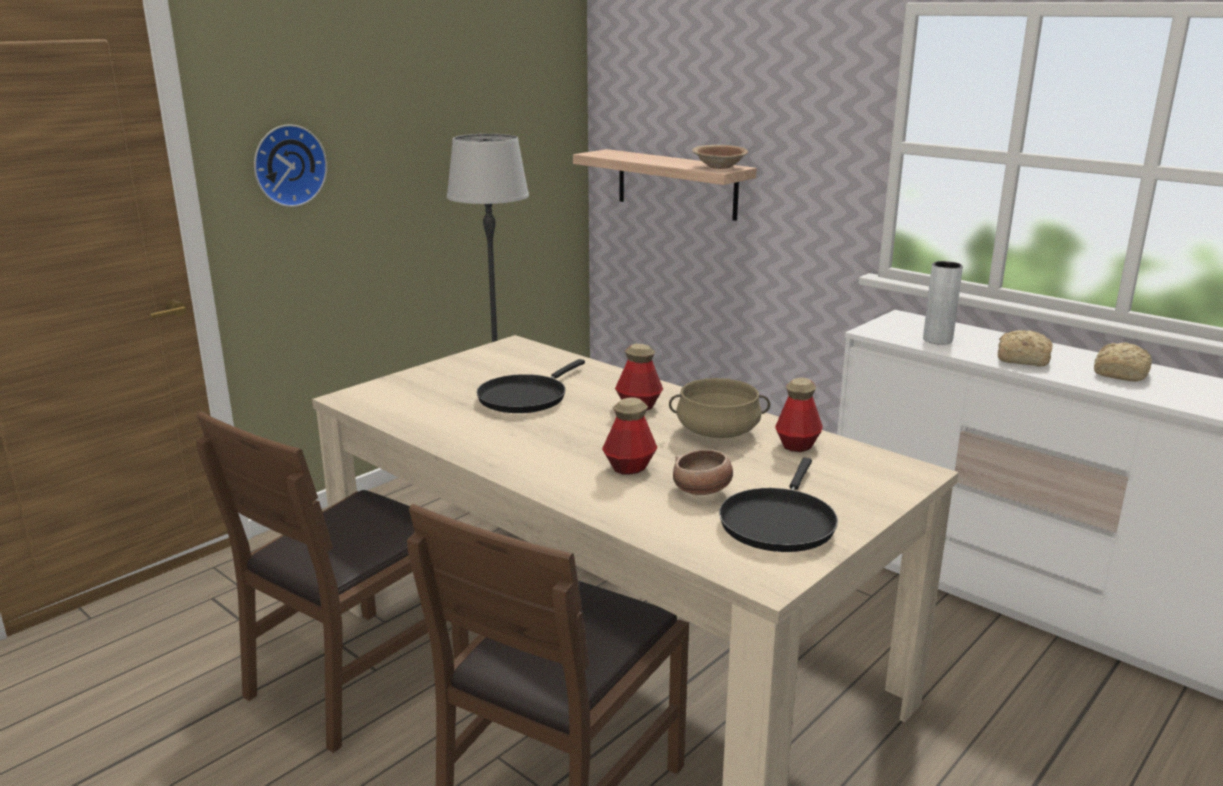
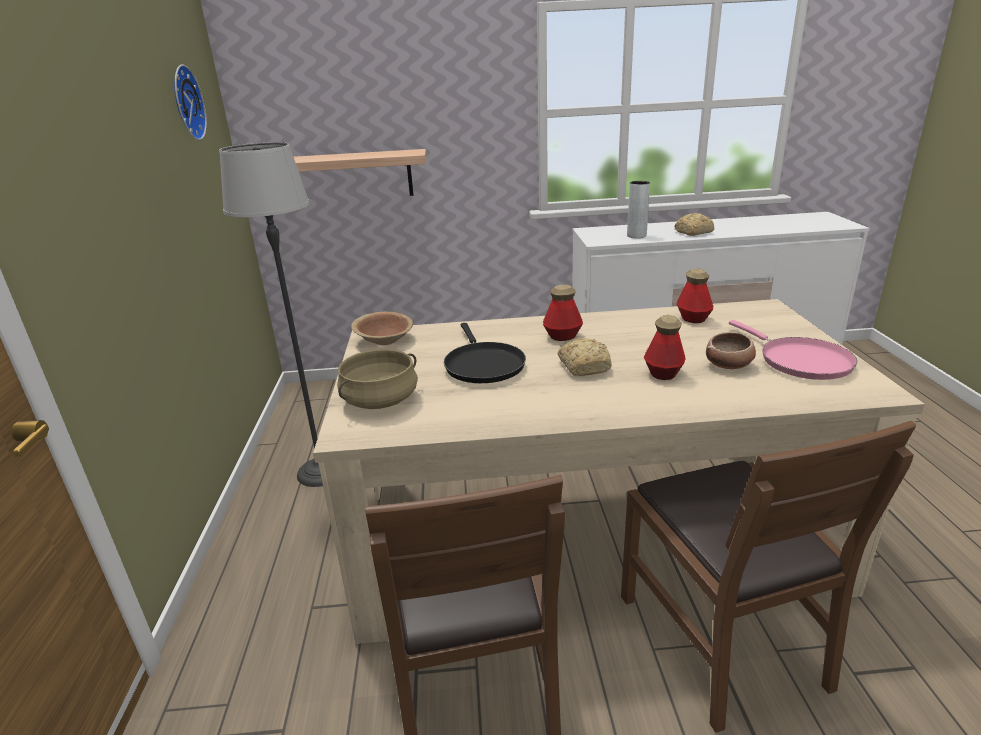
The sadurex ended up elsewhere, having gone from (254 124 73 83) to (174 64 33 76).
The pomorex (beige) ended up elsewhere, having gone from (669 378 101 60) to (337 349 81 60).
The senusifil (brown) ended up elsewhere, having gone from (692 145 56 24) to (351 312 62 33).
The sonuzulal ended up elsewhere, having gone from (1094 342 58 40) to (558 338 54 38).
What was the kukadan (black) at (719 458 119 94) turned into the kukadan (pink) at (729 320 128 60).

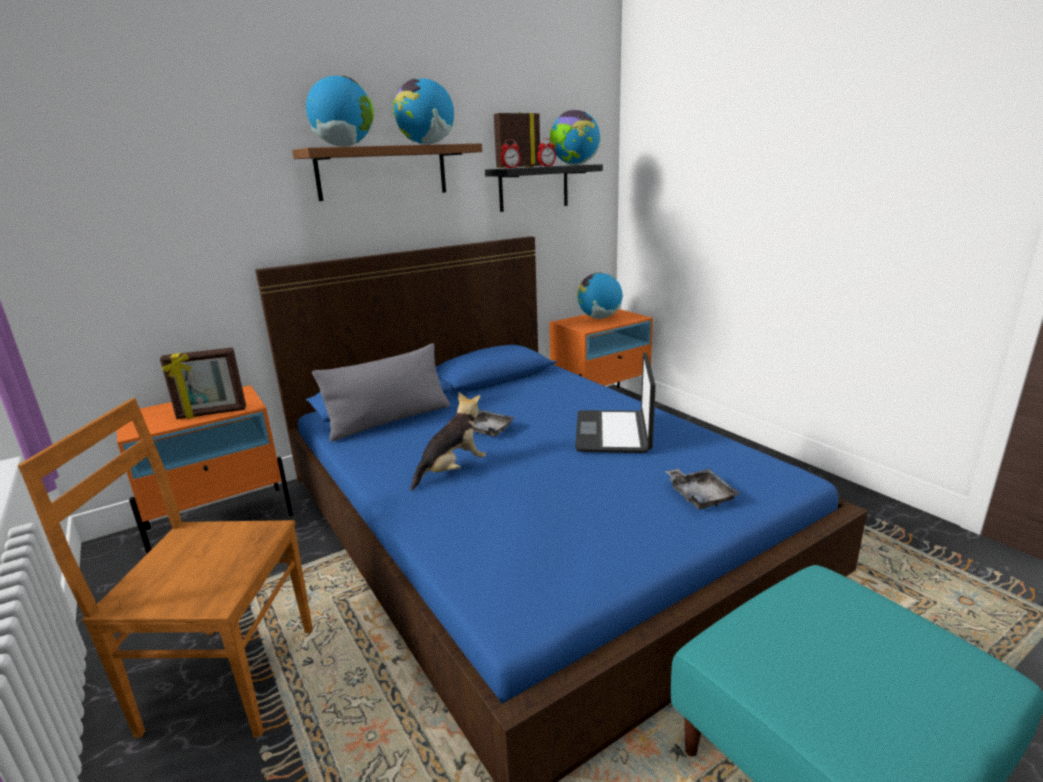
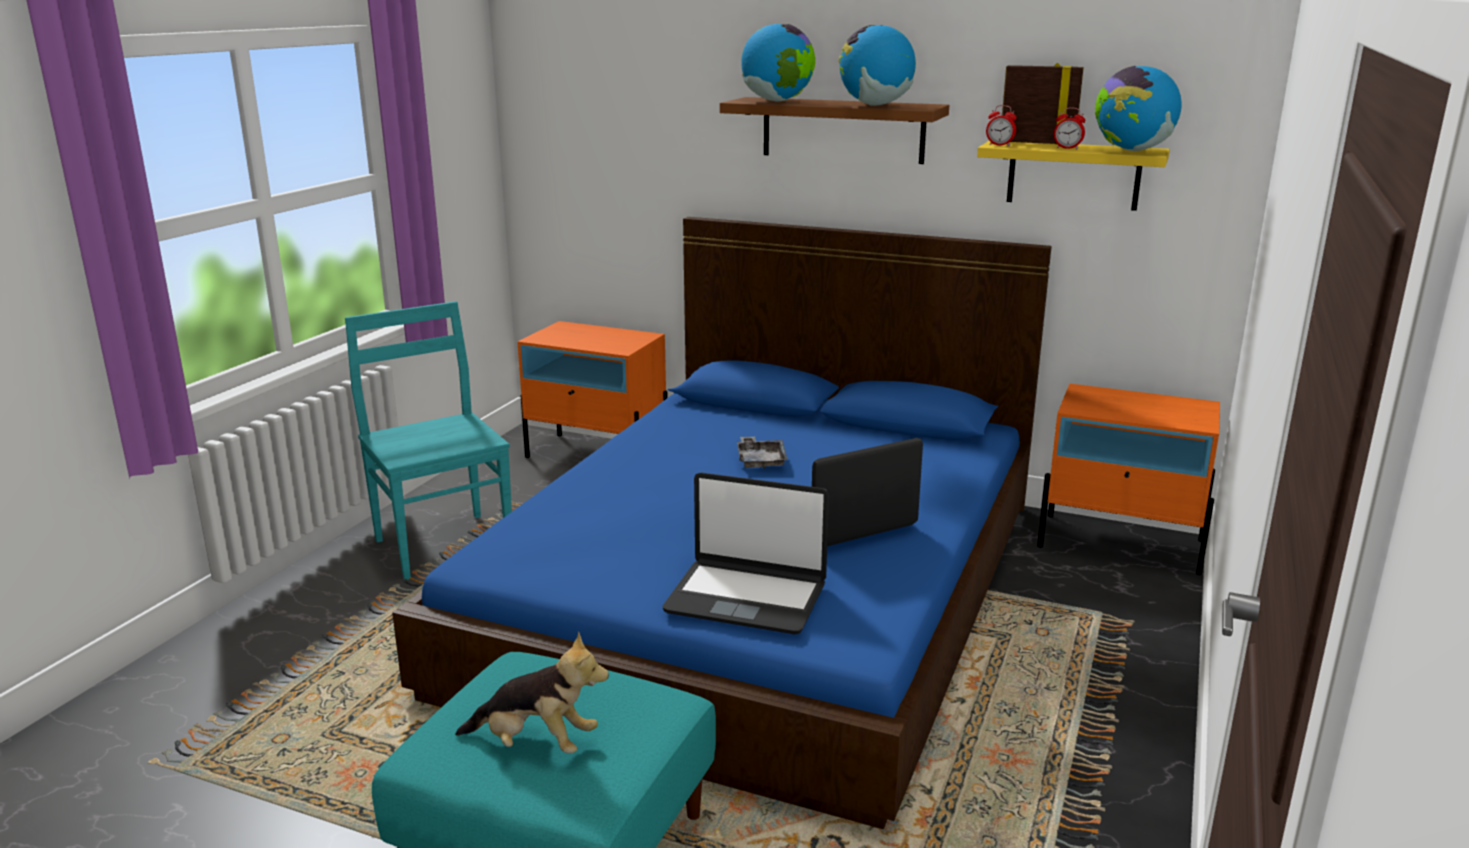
What was the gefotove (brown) at (18 398 295 340) turned into the gefotove (turquoise) at (345 301 167 279).
The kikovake ended up elsewhere, having gone from (410 392 76 99) to (455 632 154 122).
Where the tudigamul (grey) stood at (665 469 75 40), the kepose came to stand at (663 473 166 161).
What was the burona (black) at (485 164 118 48) turned into the burona (yellow) at (977 141 193 70).
The second view lost the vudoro at (160 347 86 72).
The second view lost the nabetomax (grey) at (312 343 138 99).
The second view lost the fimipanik at (577 272 46 47).

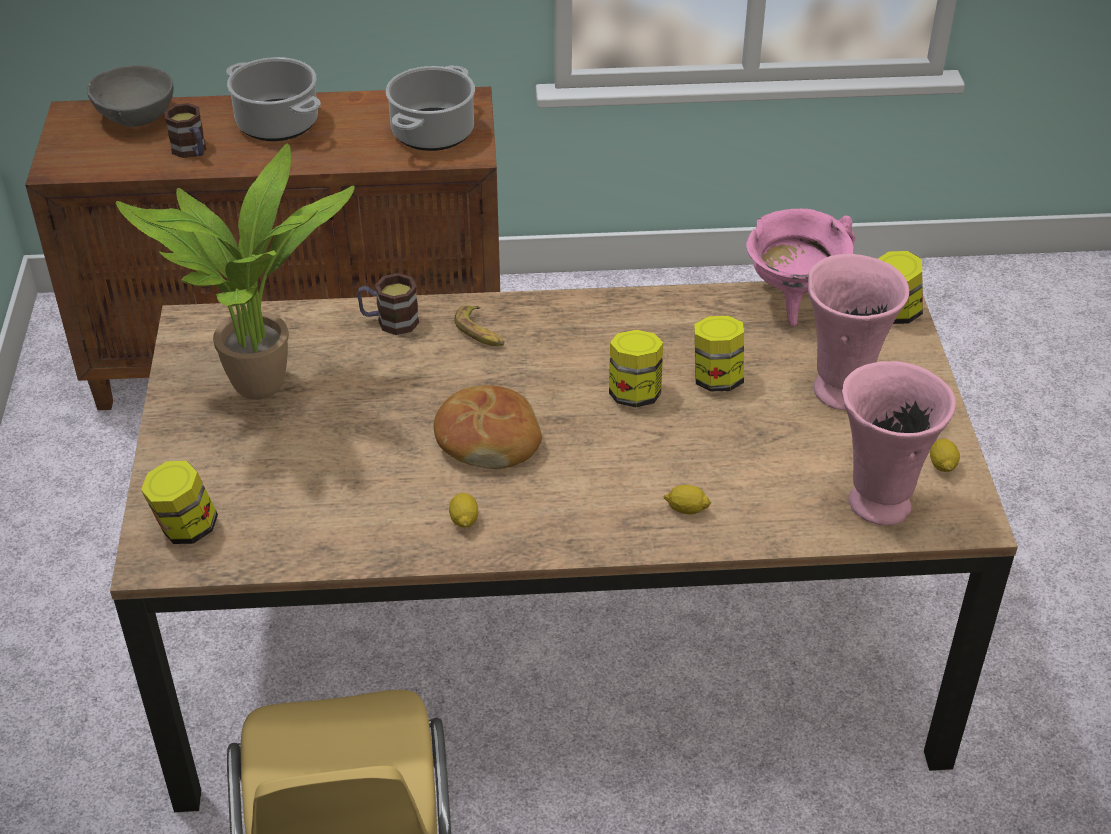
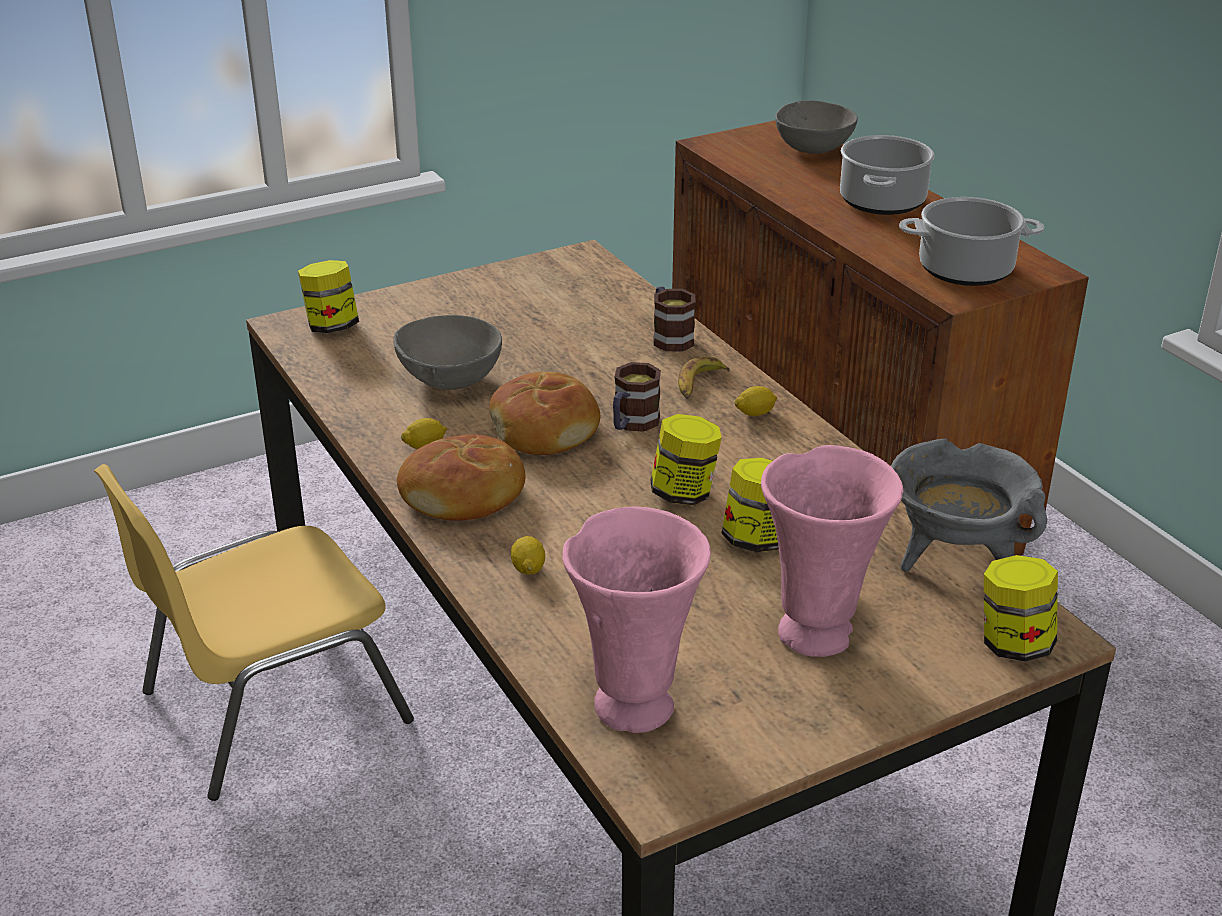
The second view gained the senusifil (grey) at (393 315 109 75).
The second view gained the sonuzulal at (397 434 128 87).
The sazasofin ended up elsewhere, having gone from (164 103 42 55) to (613 362 48 70).
The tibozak ended up elsewhere, having gone from (930 439 30 33) to (735 386 42 30).
What was the pomorex (pink) at (746 209 109 117) turned into the pomorex (grey) at (891 439 156 133).
The second view lost the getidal at (116 143 239 257).

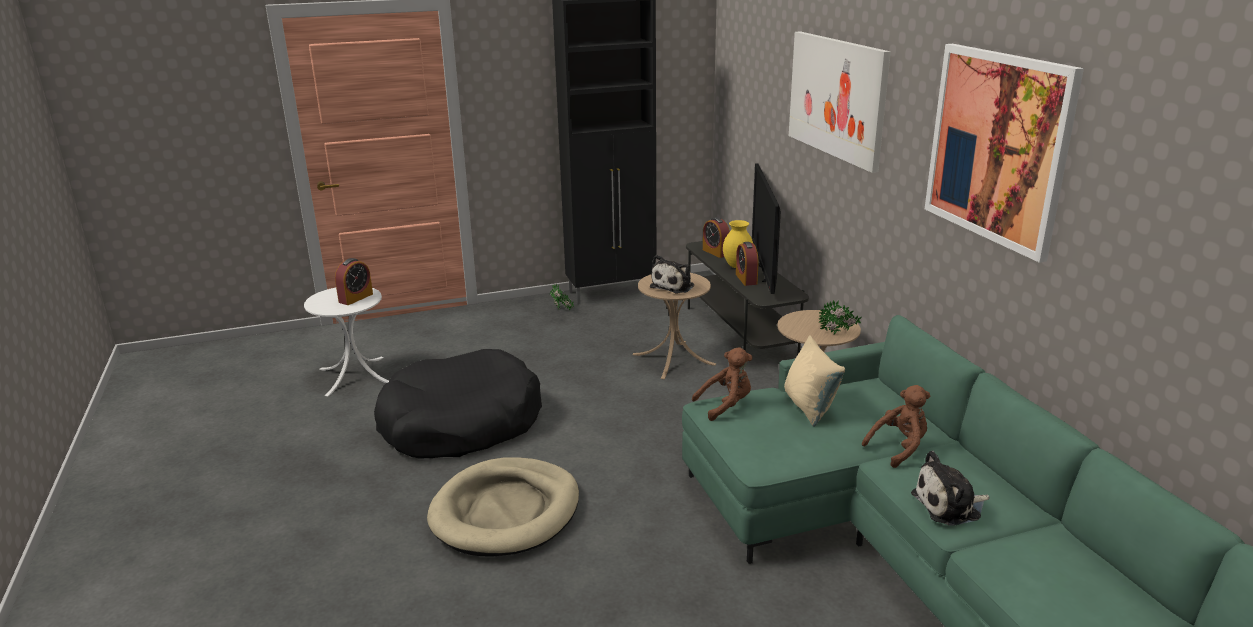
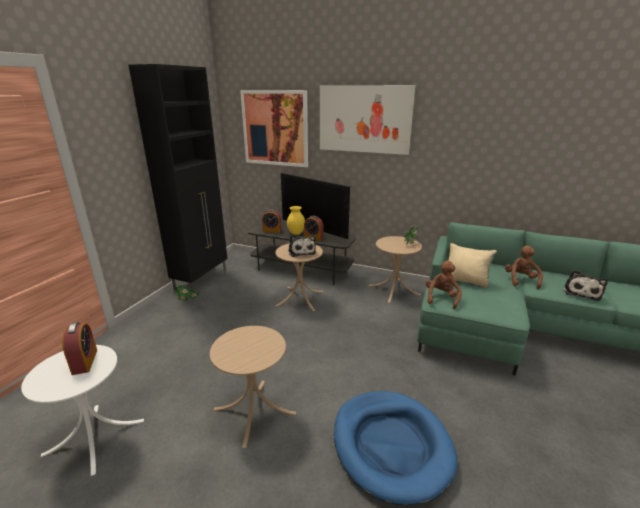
Where the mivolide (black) stood at (374 349 168 109), the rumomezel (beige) came to stand at (210 326 86 122).
The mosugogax ended up elsewhere, having gone from (925 44 159 219) to (240 90 68 77).
What was the mivolide (beige) at (427 457 152 99) turned into the mivolide (blue) at (334 391 124 114).

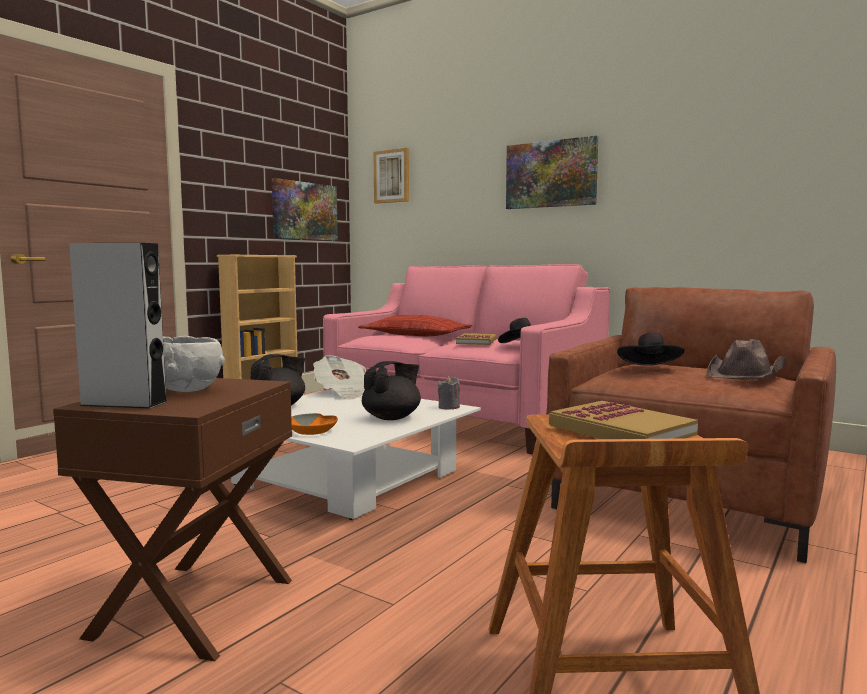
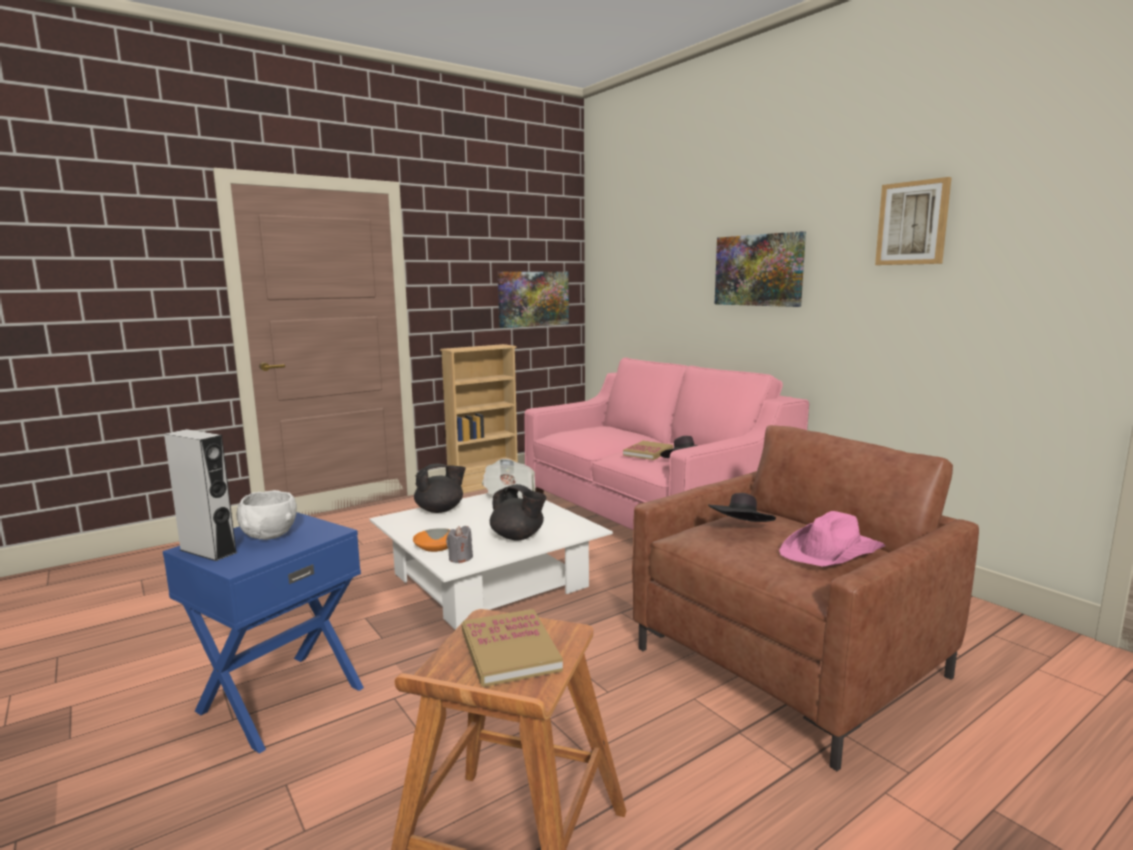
What was the rumomezel (brown) at (53 378 239 283) turned into the rumomezel (blue) at (163 512 201 242).
The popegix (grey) ended up elsewhere, having gone from (438 376 22 34) to (446 526 27 37).
The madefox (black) at (362 361 59 59) ended up facing another way, 60 degrees clockwise from before.
What was the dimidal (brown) at (706 339 81 41) turned into the dimidal (pink) at (779 511 106 56).
The mosugogax ended up elsewhere, having gone from (373 148 36 55) to (875 177 77 88).
The second view lost the nabetomax at (358 315 114 21).

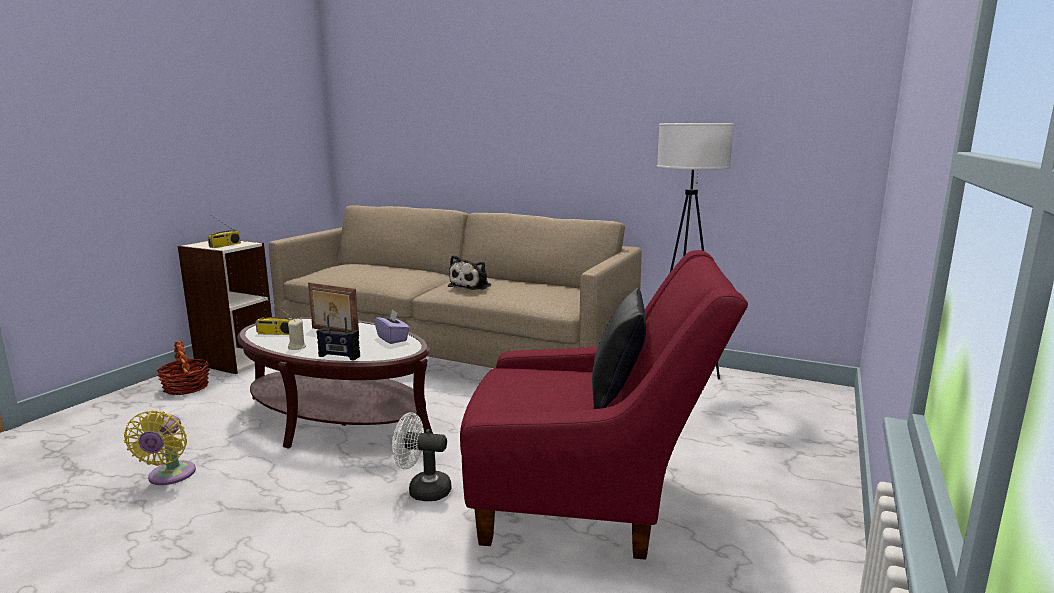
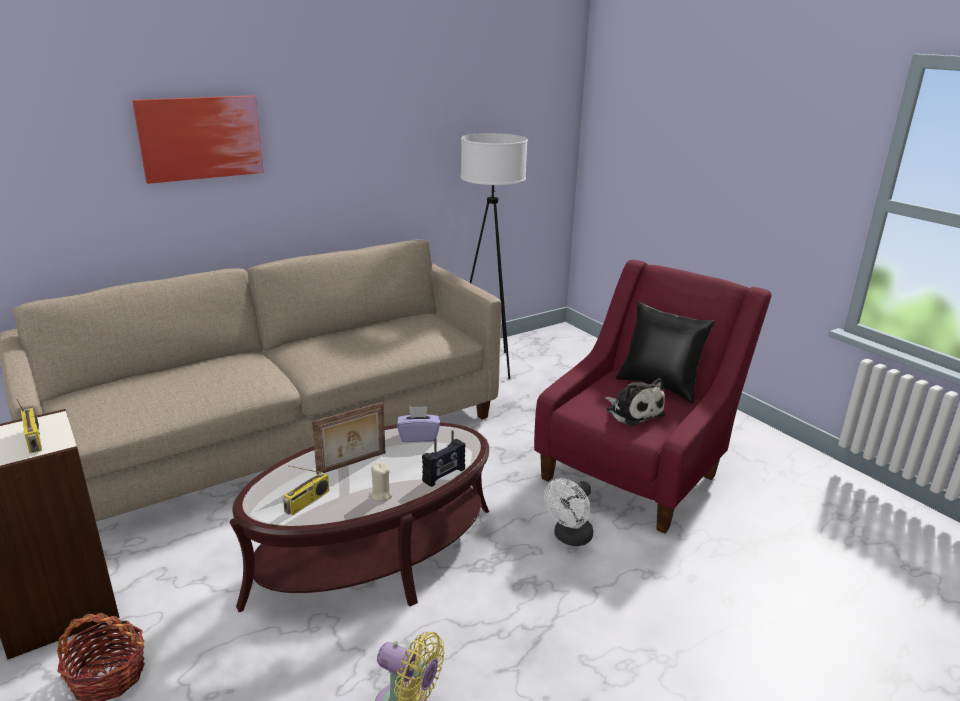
The second view gained the mosugogax at (132 95 132 89).
The kikovake ended up elsewhere, having gone from (448 255 43 35) to (605 378 60 48).

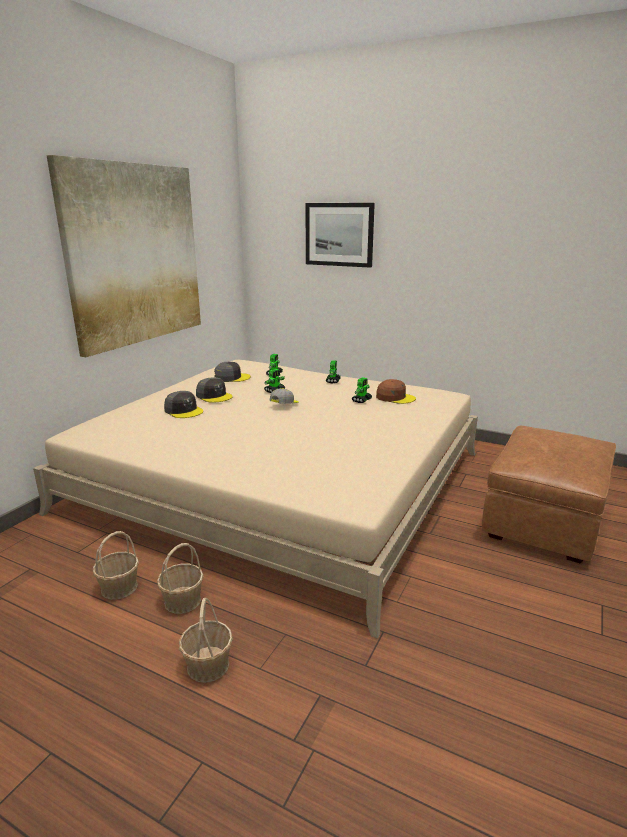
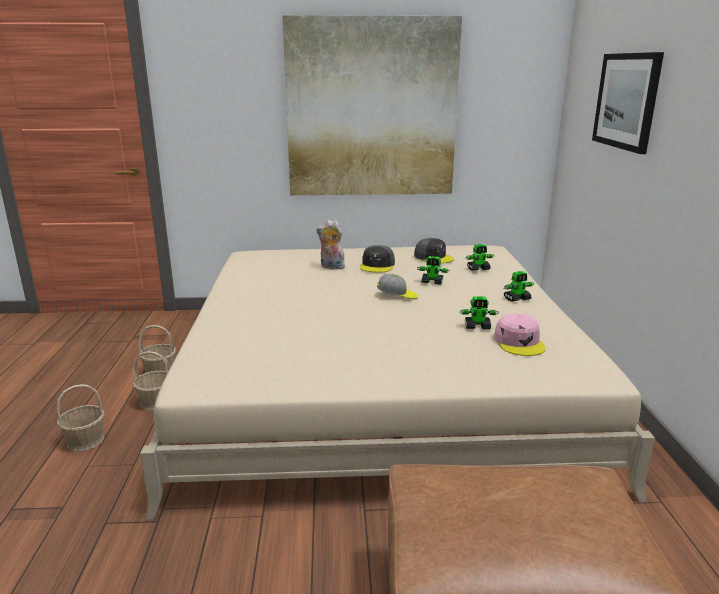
Where the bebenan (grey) stood at (164 391 39 27), the kikovake came to stand at (316 220 31 50).
What was the bebenan (brown) at (376 379 40 25) turned into the bebenan (pink) at (494 314 52 42).

